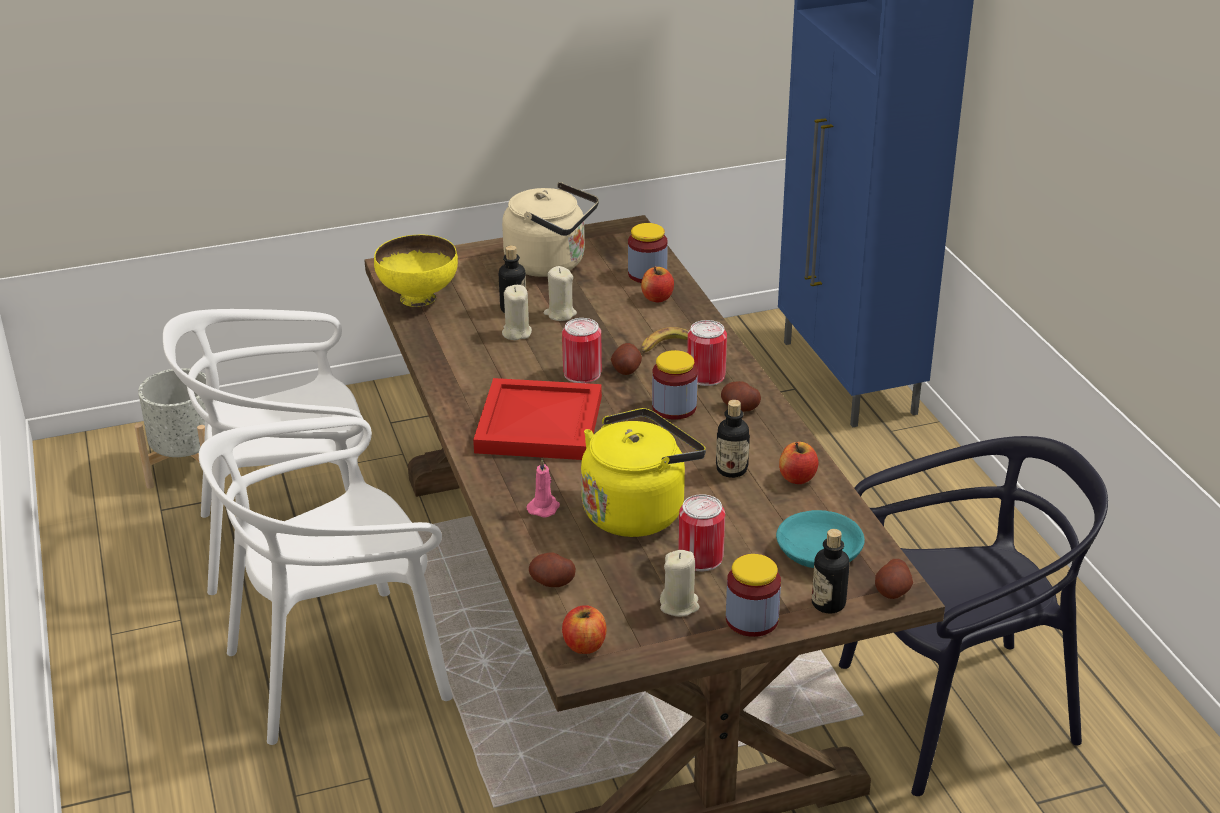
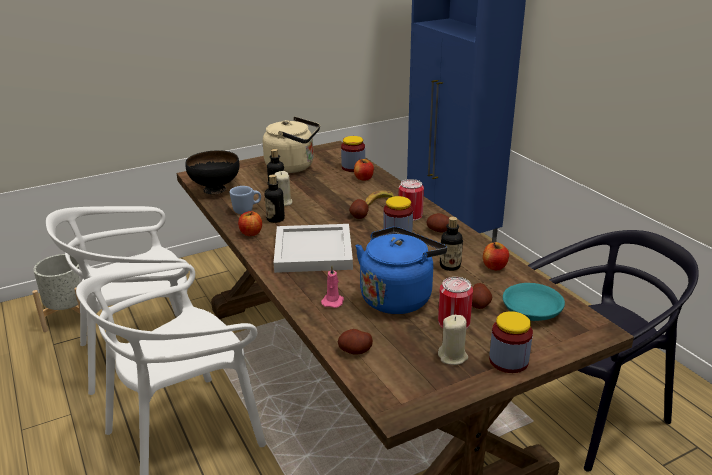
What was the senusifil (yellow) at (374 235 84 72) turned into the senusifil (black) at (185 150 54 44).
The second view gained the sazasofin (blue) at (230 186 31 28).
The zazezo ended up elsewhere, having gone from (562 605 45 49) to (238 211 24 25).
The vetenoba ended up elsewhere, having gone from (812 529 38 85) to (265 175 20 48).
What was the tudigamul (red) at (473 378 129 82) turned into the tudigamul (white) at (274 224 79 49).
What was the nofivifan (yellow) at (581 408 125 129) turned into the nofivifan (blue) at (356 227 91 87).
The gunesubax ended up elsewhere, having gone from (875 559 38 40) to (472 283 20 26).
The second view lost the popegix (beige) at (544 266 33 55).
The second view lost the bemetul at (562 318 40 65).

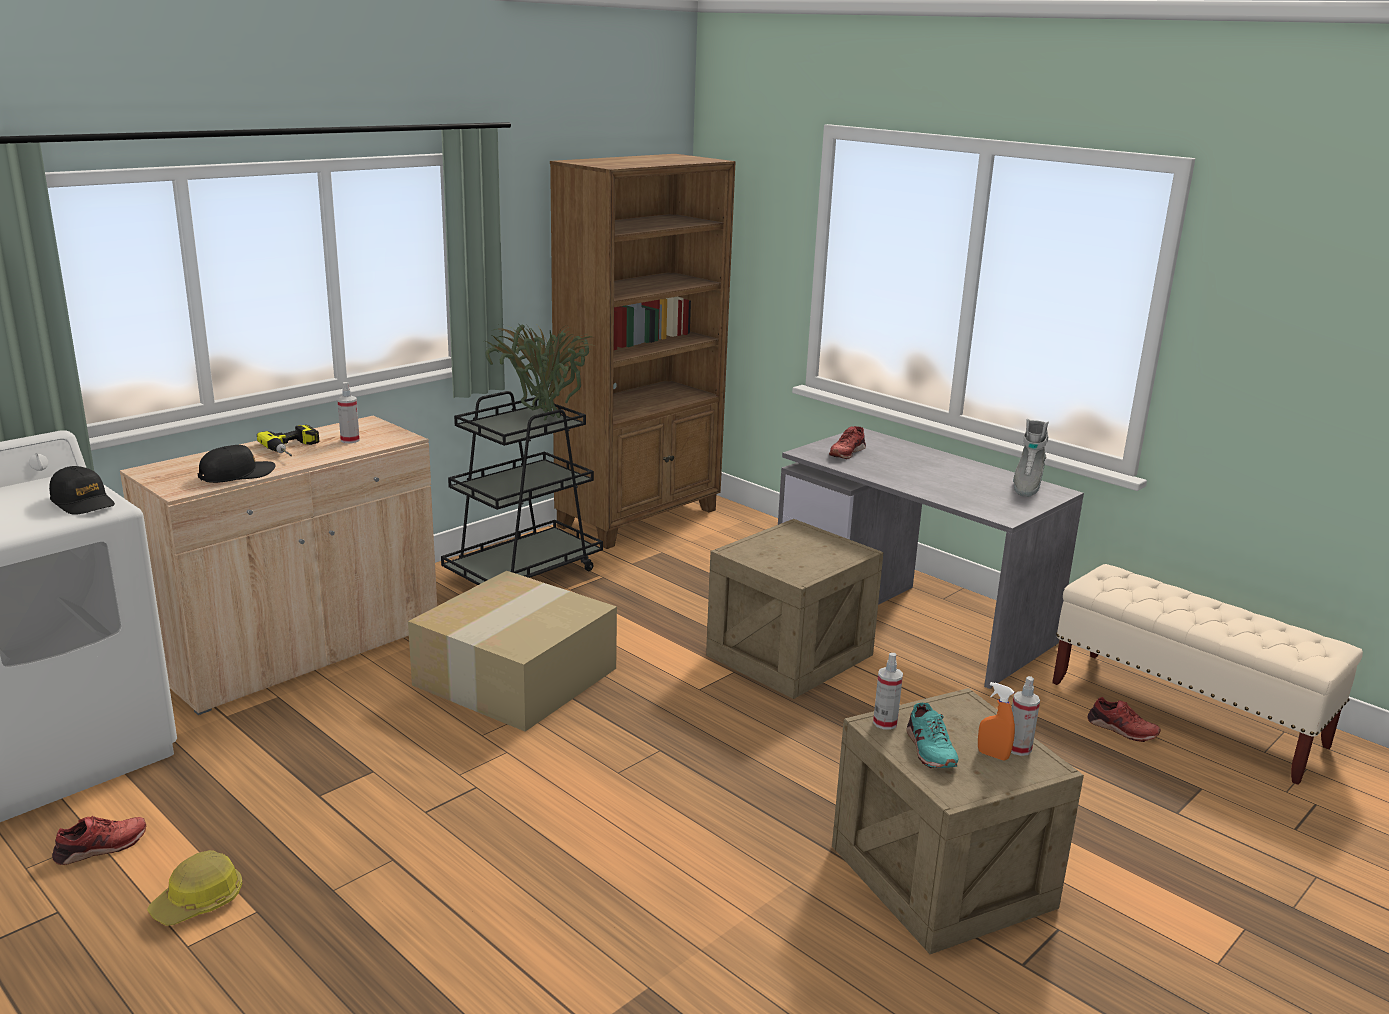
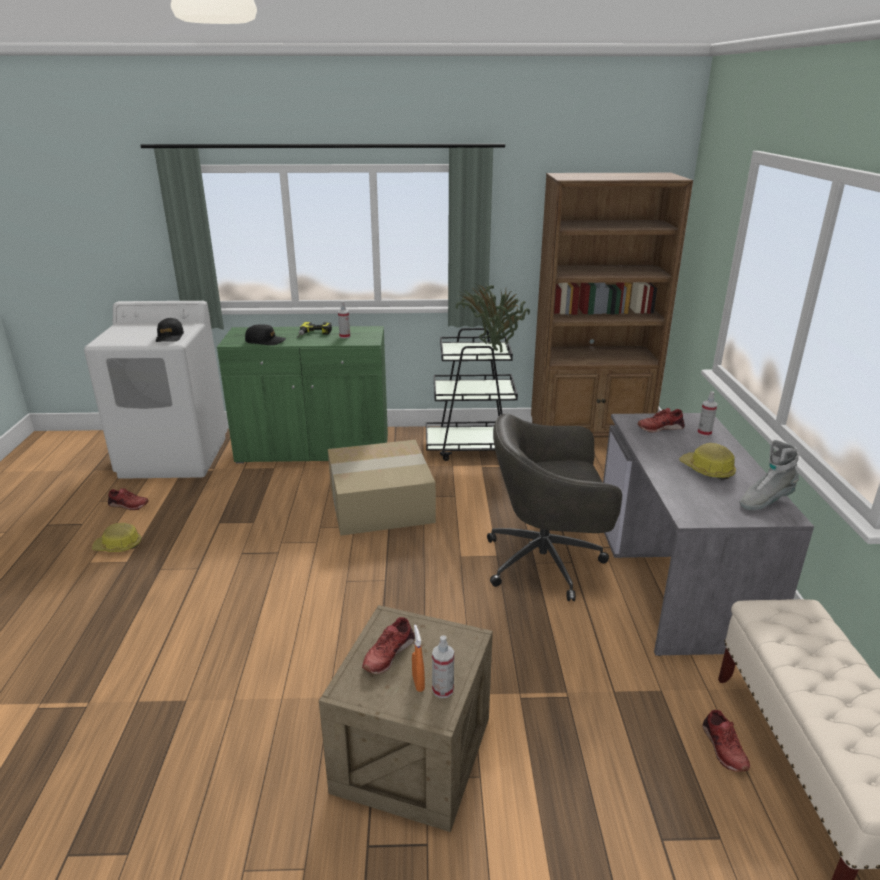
What was the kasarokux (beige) at (120 416 317 299) turned into the kasarokux (green) at (217 326 171 137).
What was the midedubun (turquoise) at (906 703 52 65) turned into the midedubun (red) at (362 617 53 57).
Where the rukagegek stood at (706 519 177 180), the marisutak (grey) came to stand at (487 414 135 187).
The second view gained the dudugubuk at (679 443 57 37).
The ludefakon ended up elsewhere, having gone from (873 653 30 77) to (697 391 21 45).

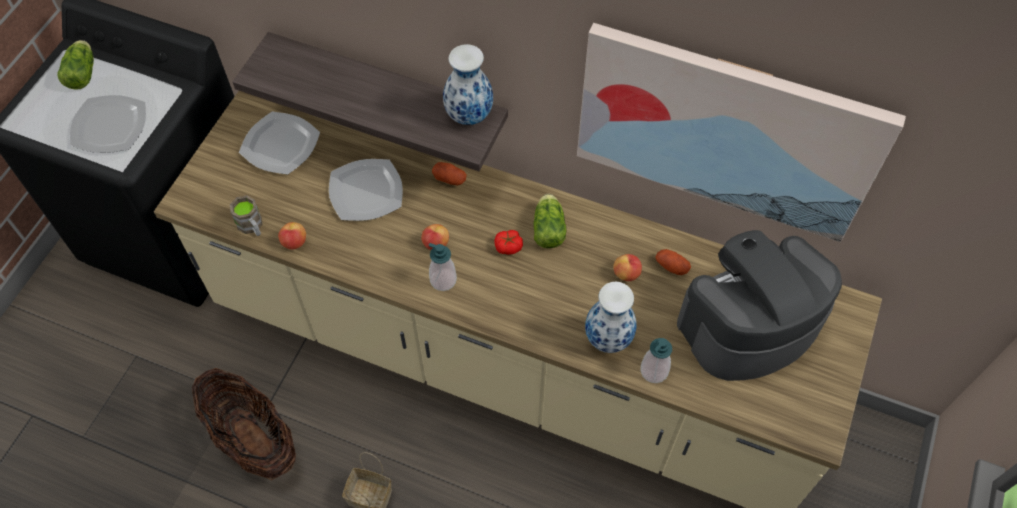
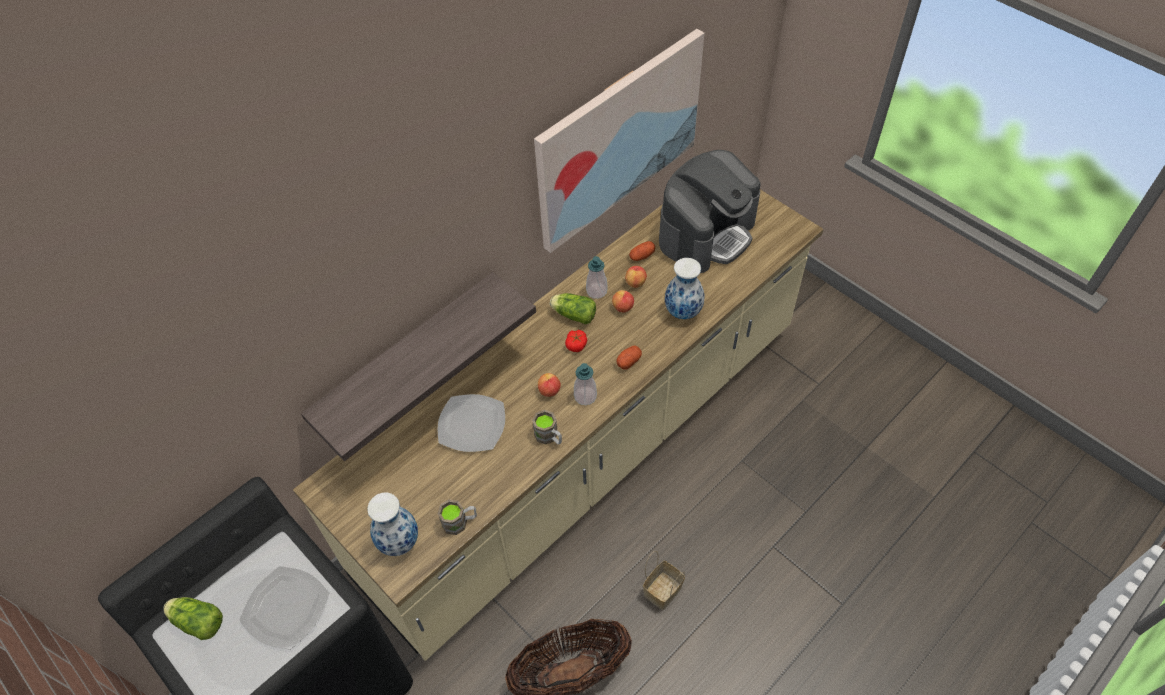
The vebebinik ended up elsewhere, having gone from (443 44 50 81) to (367 492 51 64).
The second view gained the sazasofin (brown) at (532 410 30 35).
The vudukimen ended up elsewhere, having gone from (640 338 32 45) to (586 256 21 43).
The zazezo ended up elsewhere, having gone from (278 222 28 28) to (612 290 22 23).
The gunesubax ended up elsewhere, having gone from (432 162 35 23) to (616 345 26 24).
The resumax at (677 230 165 151) ended up facing another way, 135 degrees counterclockwise from before.
The second view lost the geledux at (239 112 81 63).

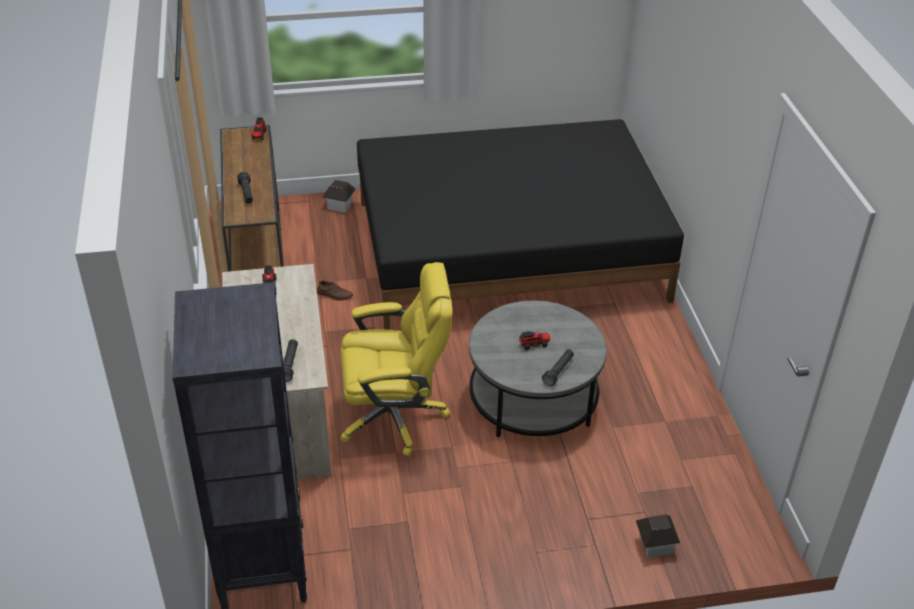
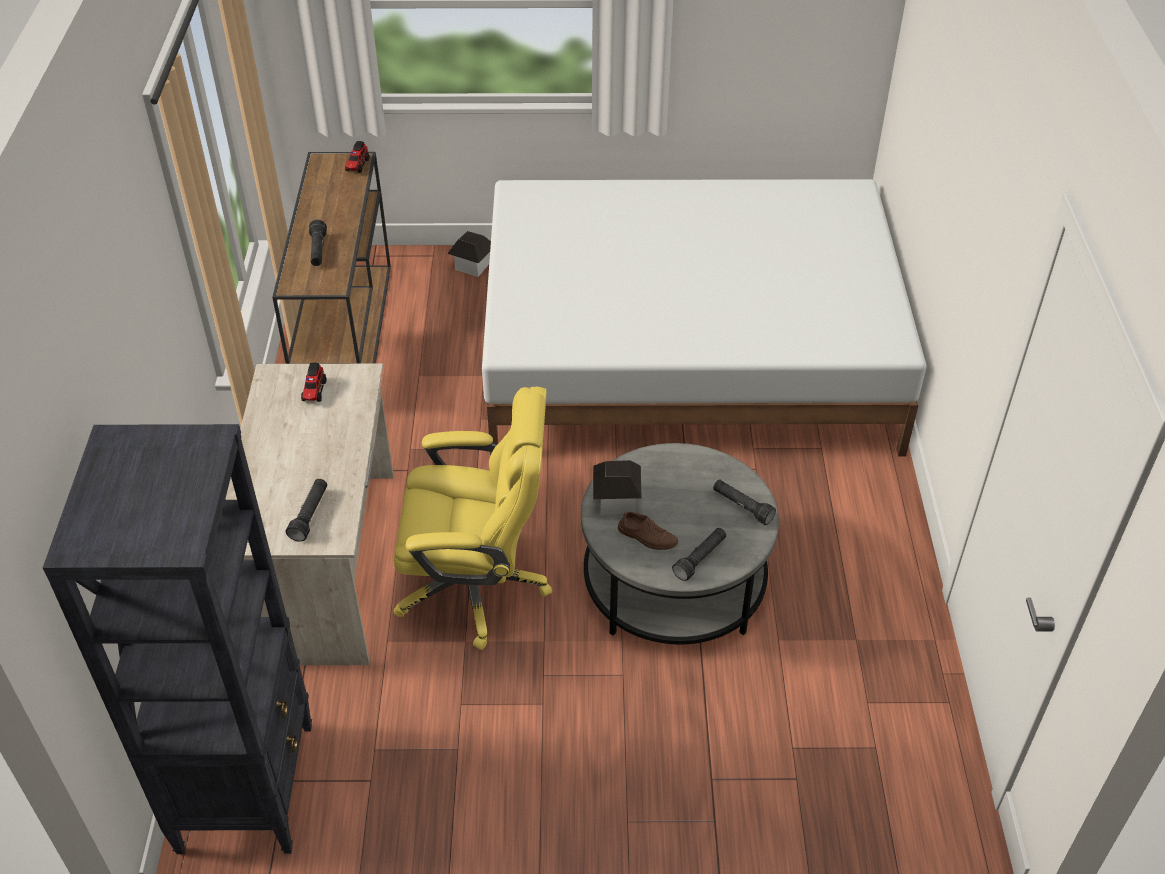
What was the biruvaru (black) at (357 119 327 211) turned into the biruvaru (white) at (482 179 445 278).
The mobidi ended up elsewhere, having gone from (636 514 44 44) to (593 460 49 54).
The midedubun (brown) ended up elsewhere, having gone from (317 280 36 20) to (618 511 60 39).
The second view gained the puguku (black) at (713 480 63 45).
The second view lost the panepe at (519 331 31 19).

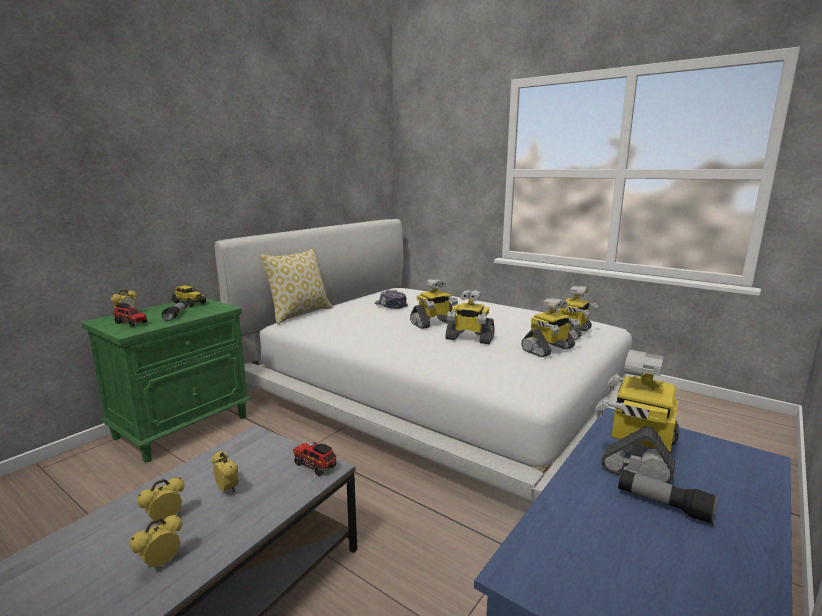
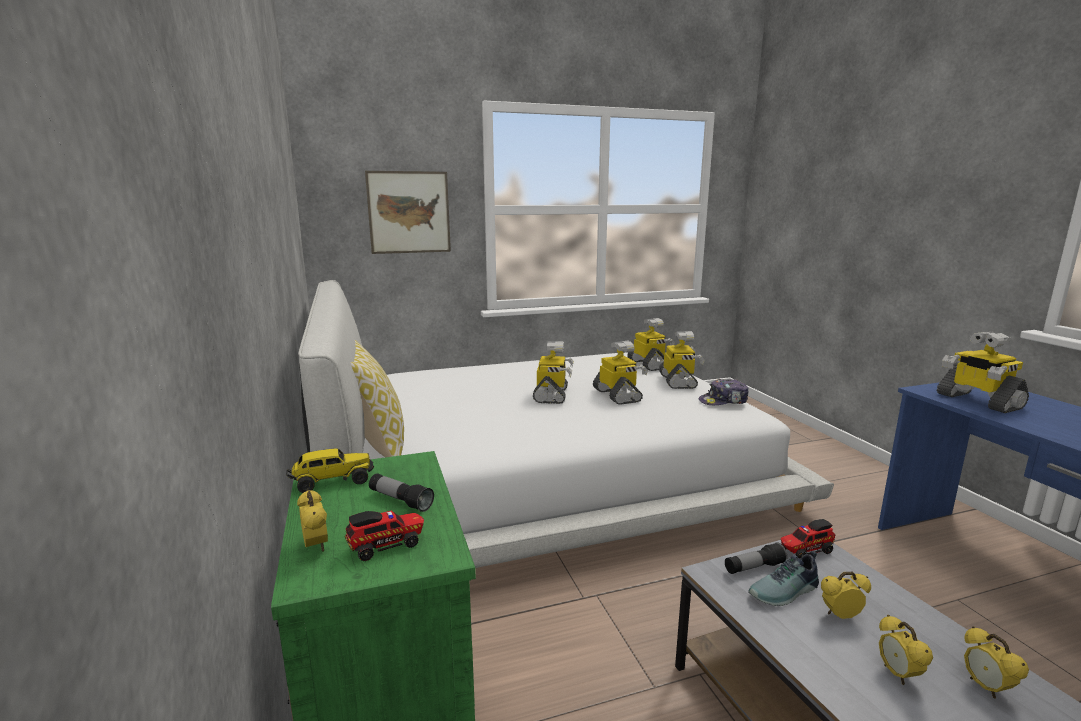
The second view gained the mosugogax at (365 171 86 83).
The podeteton at (445 290 49 54) ended up facing another way, 75 degrees counterclockwise from before.
The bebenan ended up elsewhere, having gone from (375 290 33 19) to (699 379 50 26).
The puguku ended up elsewhere, having gone from (618 469 100 56) to (725 542 63 32).
The second view gained the midedubun at (748 551 71 55).

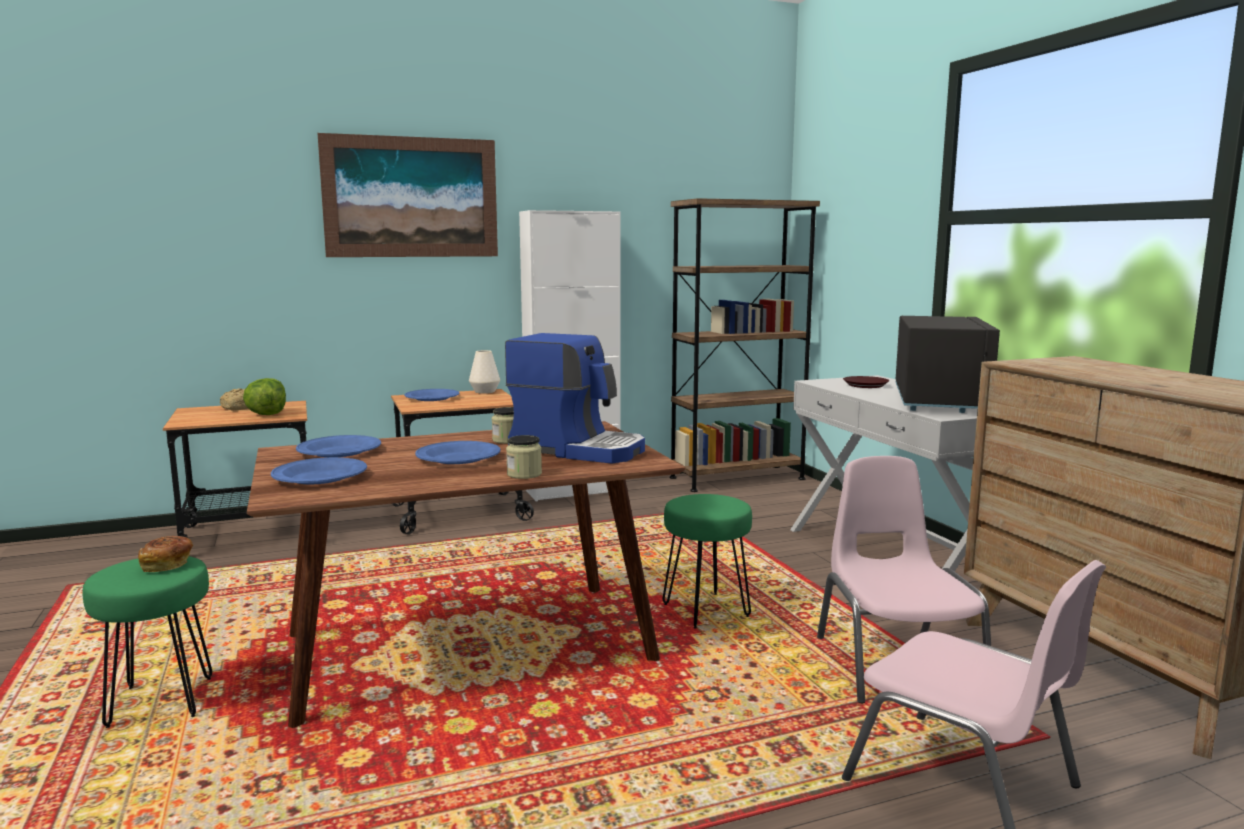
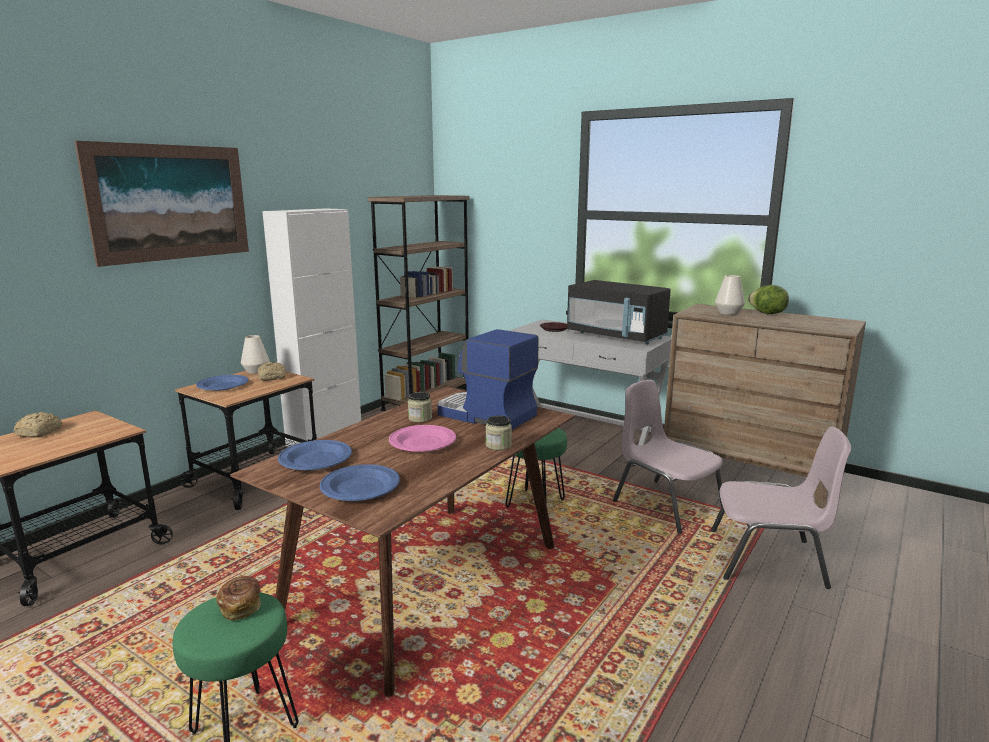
The second view gained the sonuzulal at (257 362 29 19).
What was the geledux (blue) at (415 441 86 23) turned into the geledux (pink) at (389 425 67 27).
The resumax at (505 333 140 131) ended up facing another way, 135 degrees counterclockwise from before.
The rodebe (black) at (896 316 104 97) ended up facing another way, 150 degrees clockwise from before.
The second view gained the vebebinik (white) at (715 275 30 40).
The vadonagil ended up elsewhere, having gone from (243 378 43 37) to (748 285 41 29).

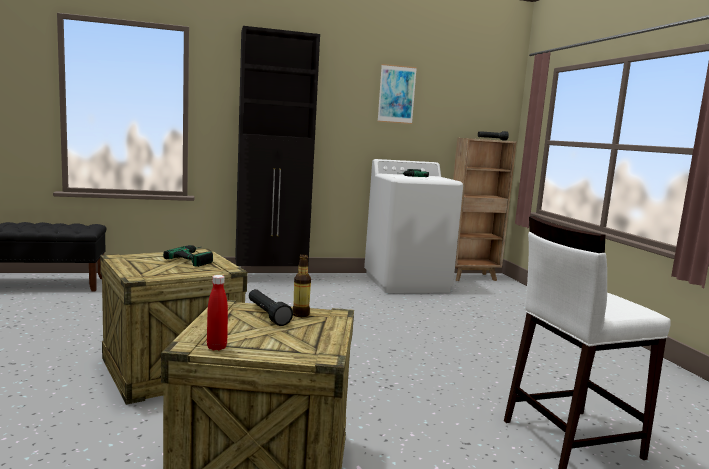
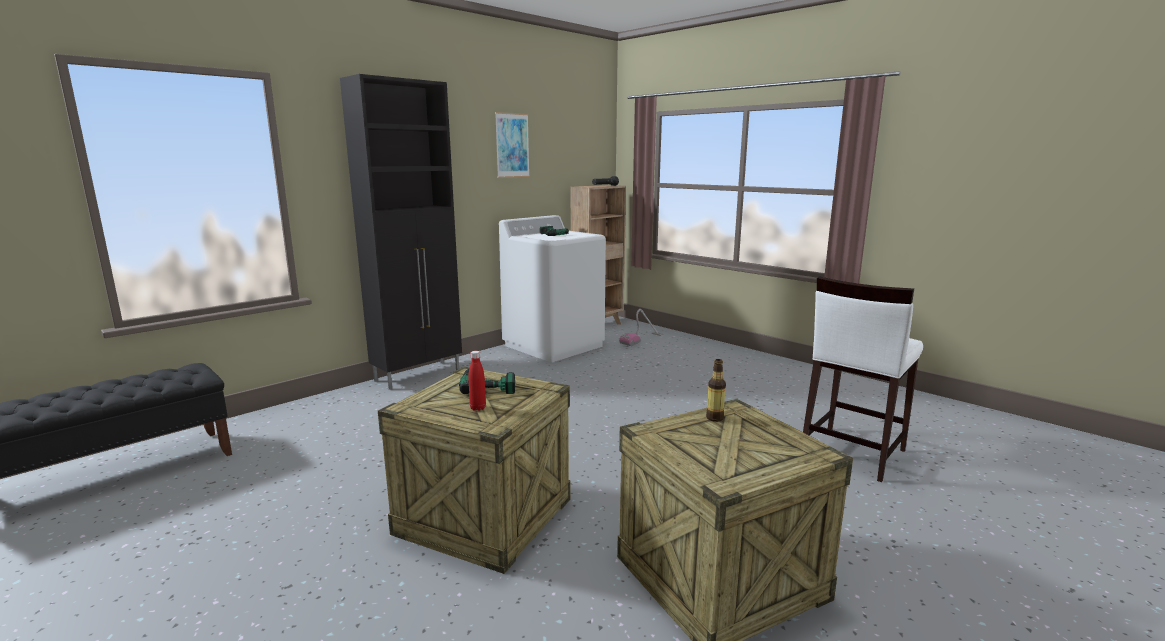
The vetenoba (red) ended up elsewhere, having gone from (207 275 21 75) to (469 351 17 60).
The second view gained the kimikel at (619 309 45 37).
The second view lost the puguku (black) at (249 289 44 37).

